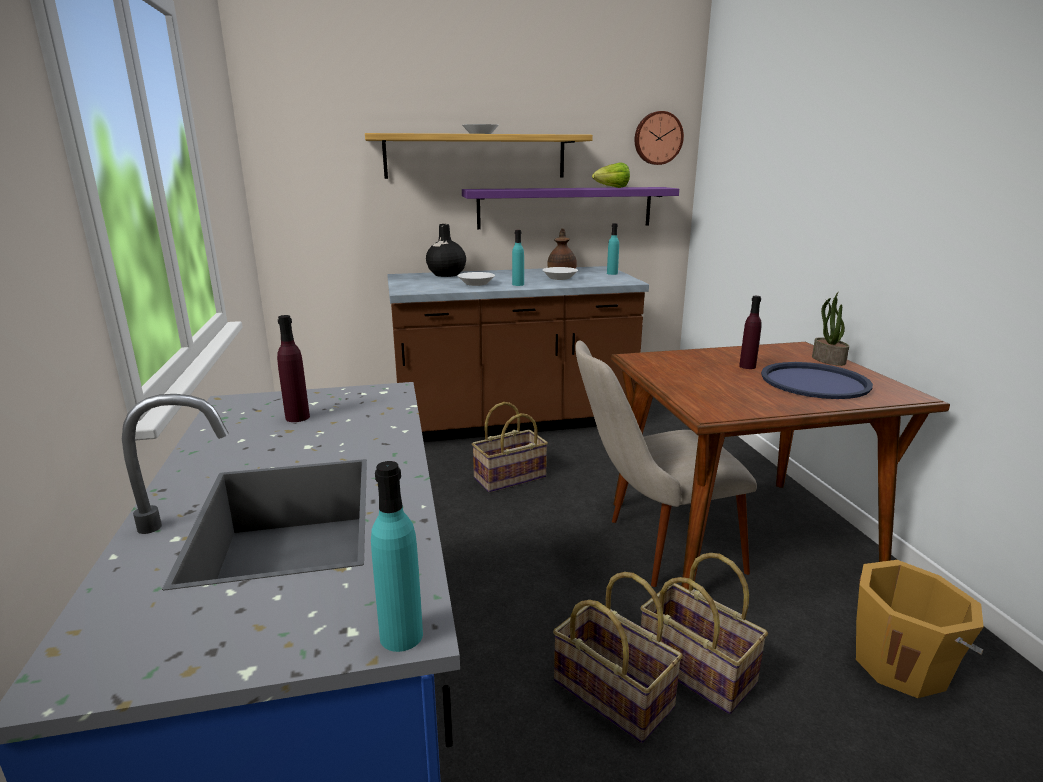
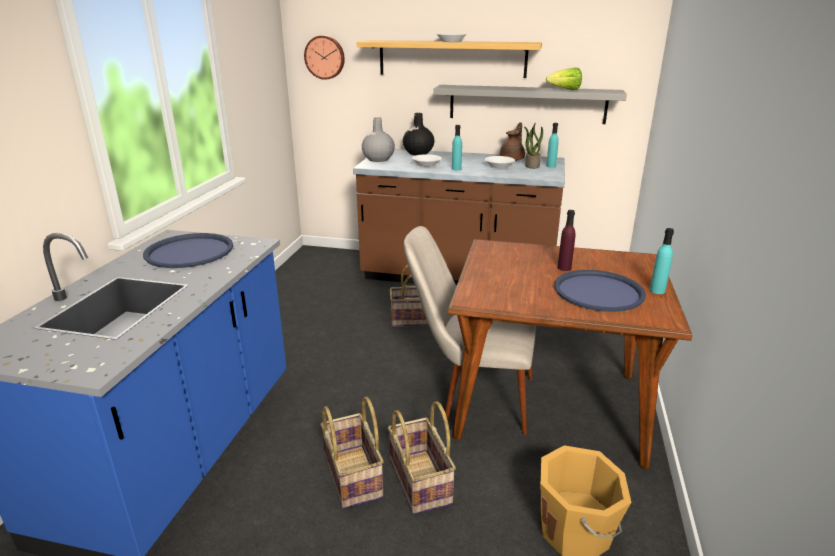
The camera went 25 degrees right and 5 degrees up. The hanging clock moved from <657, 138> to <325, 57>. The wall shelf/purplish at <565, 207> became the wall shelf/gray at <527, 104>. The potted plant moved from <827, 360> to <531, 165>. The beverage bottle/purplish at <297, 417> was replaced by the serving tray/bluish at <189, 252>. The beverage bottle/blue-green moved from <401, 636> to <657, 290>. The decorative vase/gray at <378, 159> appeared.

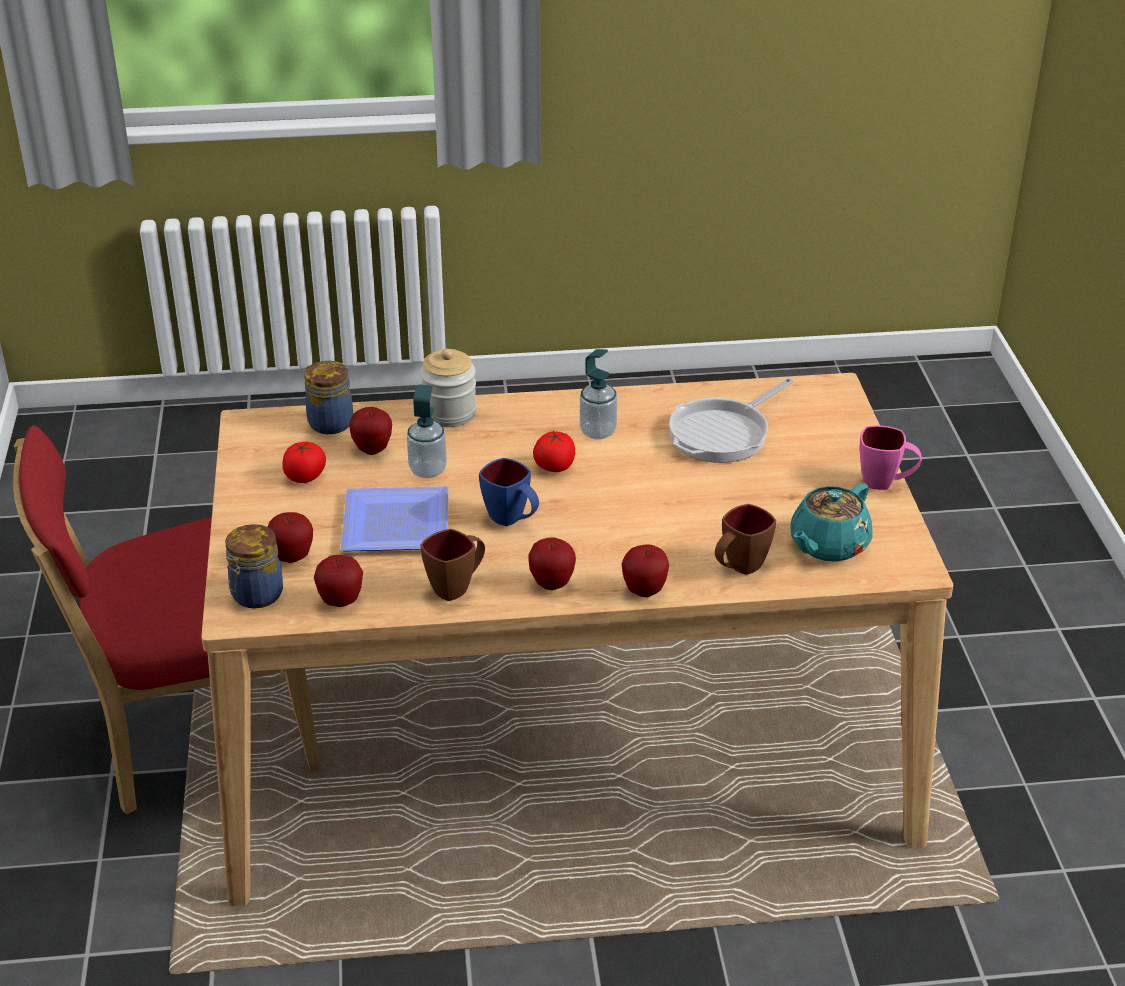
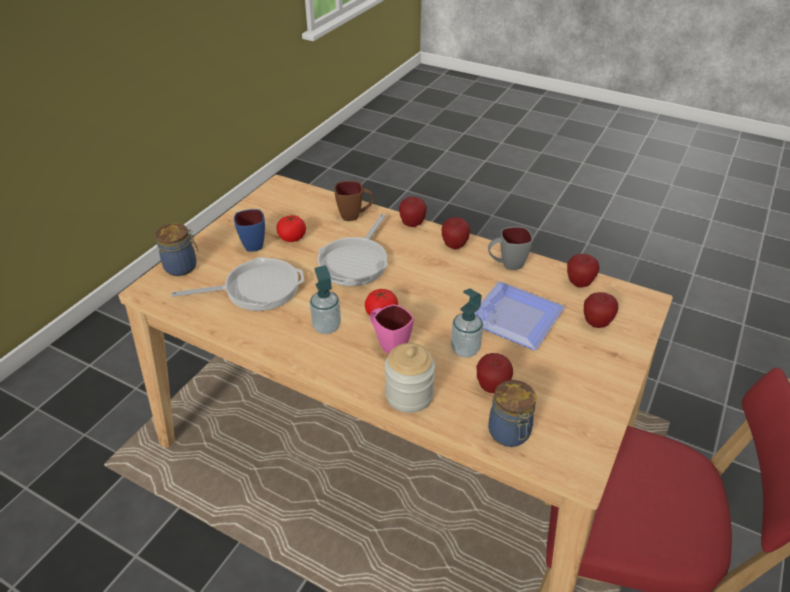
The camera went 145 degrees left and 5 degrees up. The mug/pinkish moved from <886, 483> to <388, 344>. The tomato moved from <305, 476> to <292, 238>. The mug/bluish moved from <512, 520> to <253, 243>. The pot for tea/blue-green at <828, 545> disappeared. The storage jar moved from <255, 595> to <182, 267>. The mug/brownish at <457, 587> became the mug/gray at <506, 265>. The pan at <355, 262> appeared.

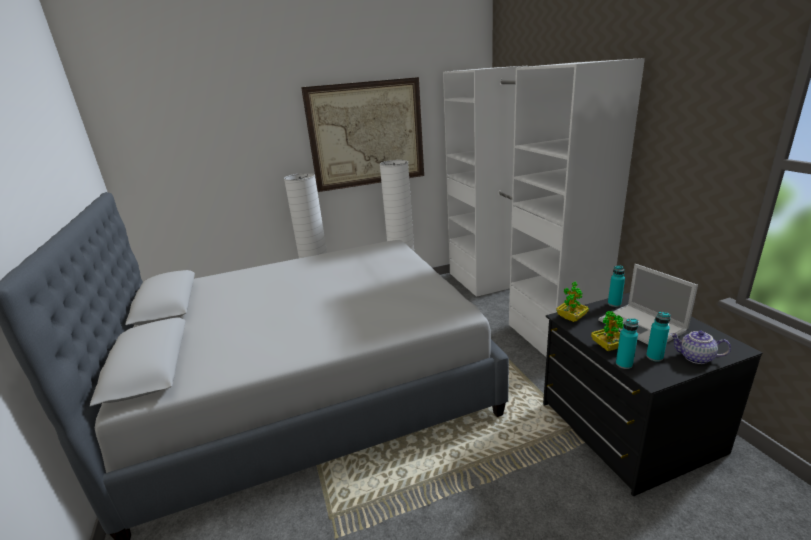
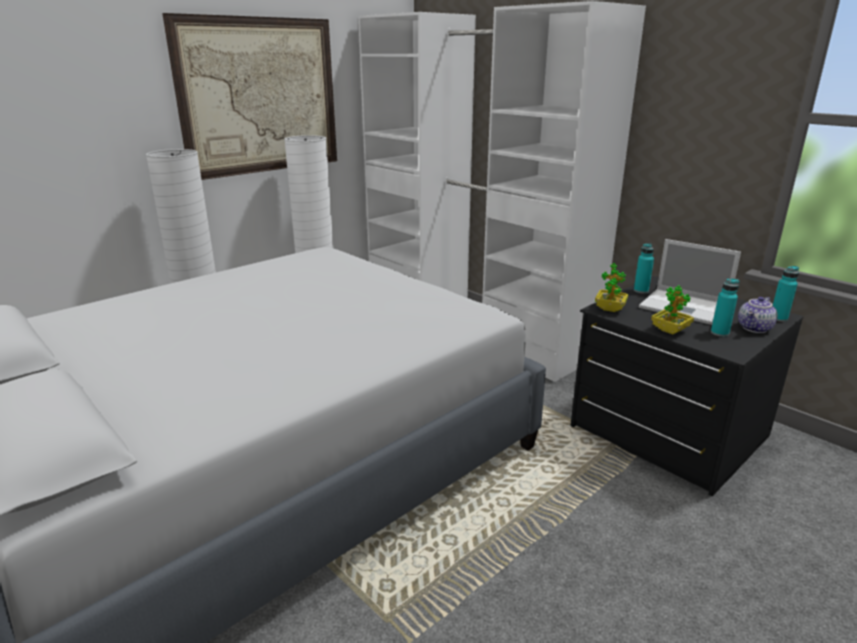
The camera went 25 degrees left and 0 degrees up. The beverage bottle/blue-green moved from <624, 364> to <778, 318>. The pot for tea at <695, 358> turned 45 degrees counterclockwise.

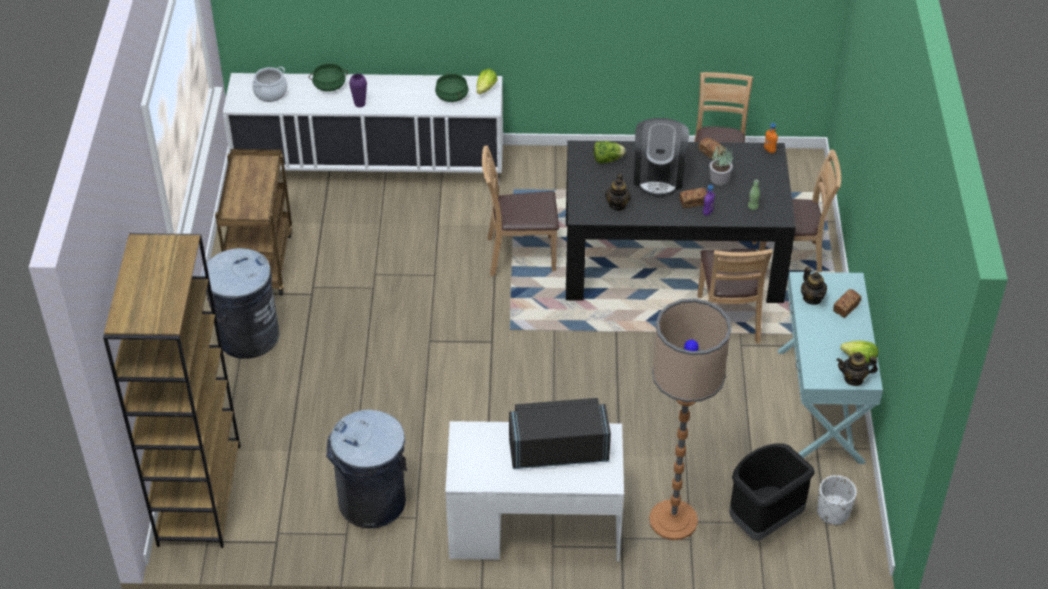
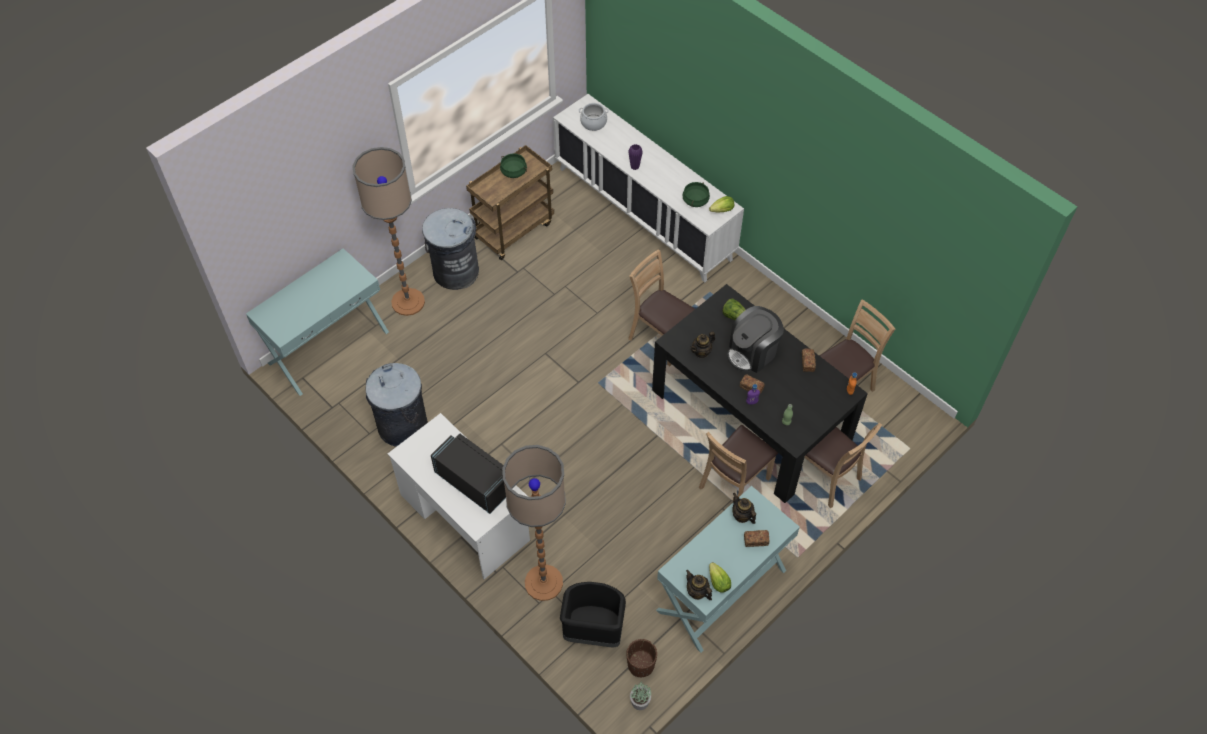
The camera went 45 degrees right and 10 degrees up. The cooking pot/green moved from <329, 85> to <514, 171>. The potted plant moved from <719, 179> to <639, 702>. The bookshelf/brownish at <199, 494> was replaced by the narrow table/blue-green at <328, 347>. The pot for tea at <812, 298> turned 120 degrees clockwise. The flower pot/white at <833, 512> became the flower pot/brownish at <641, 665>. The standing lamp at <408, 302> appeared.

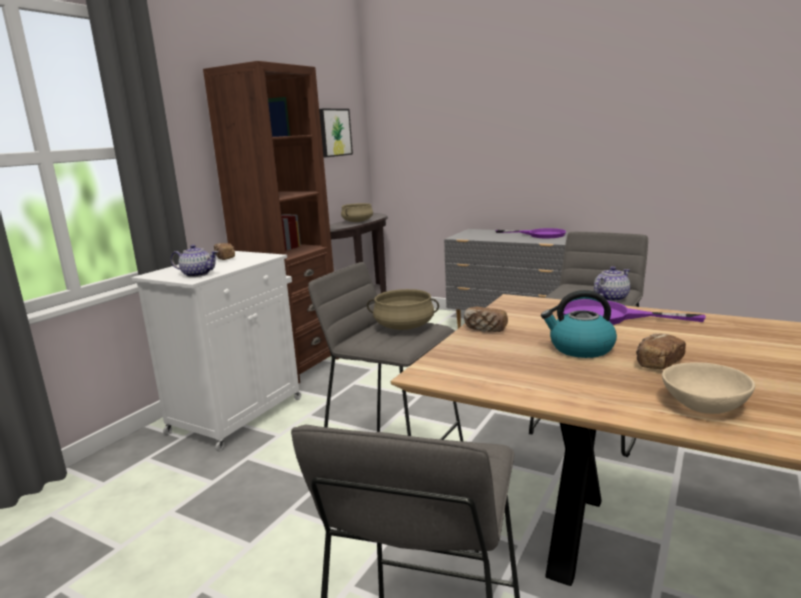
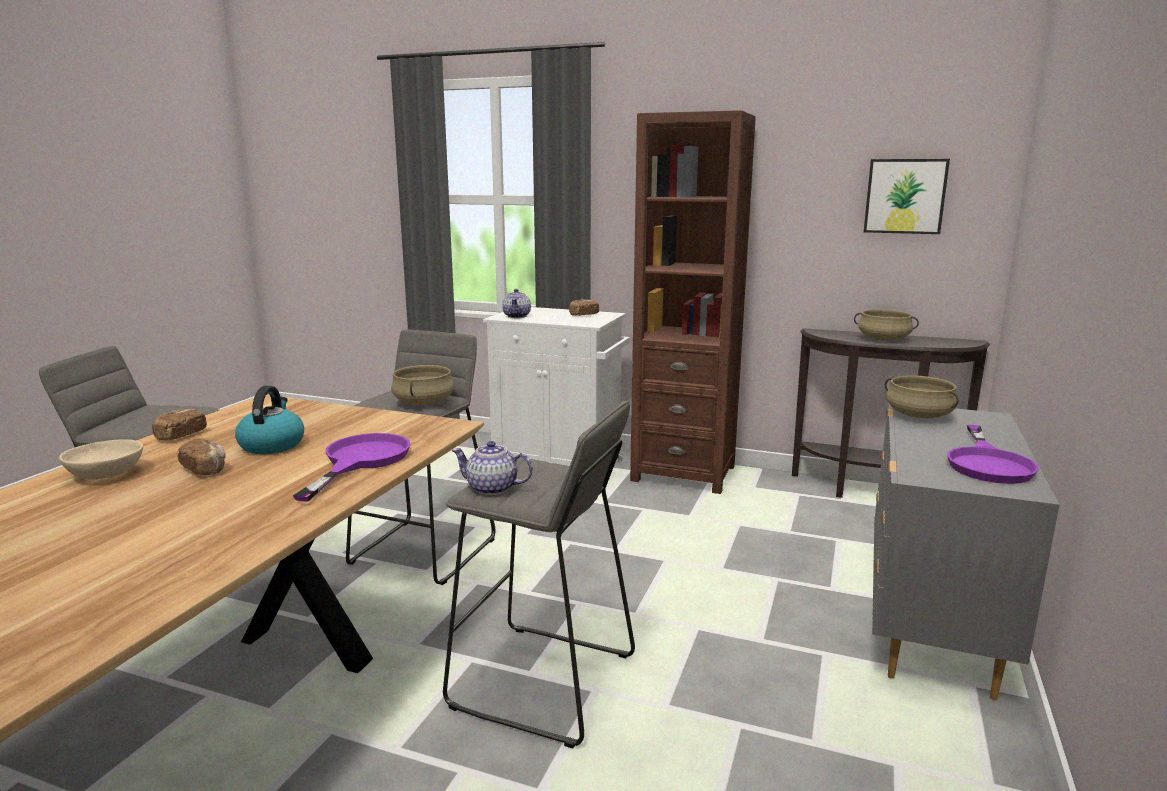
The camera went 80 degrees right and 0 degrees up. The pot for tea at <610, 298> turned 150 degrees clockwise. The baked bread moved from <485, 329> to <180, 435>. The cooking pot/beige-coloured at <918, 415> appeared.

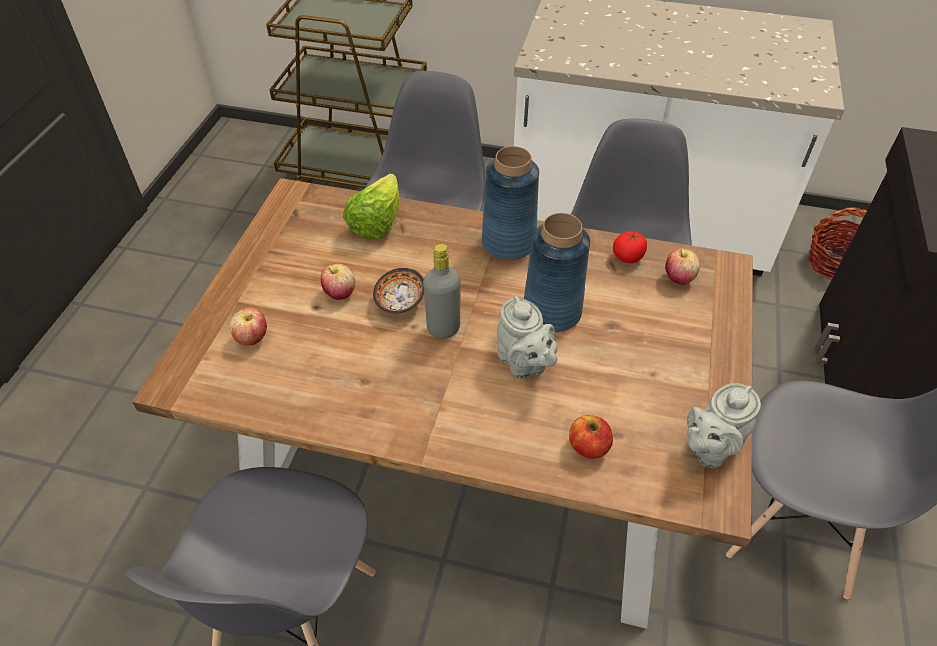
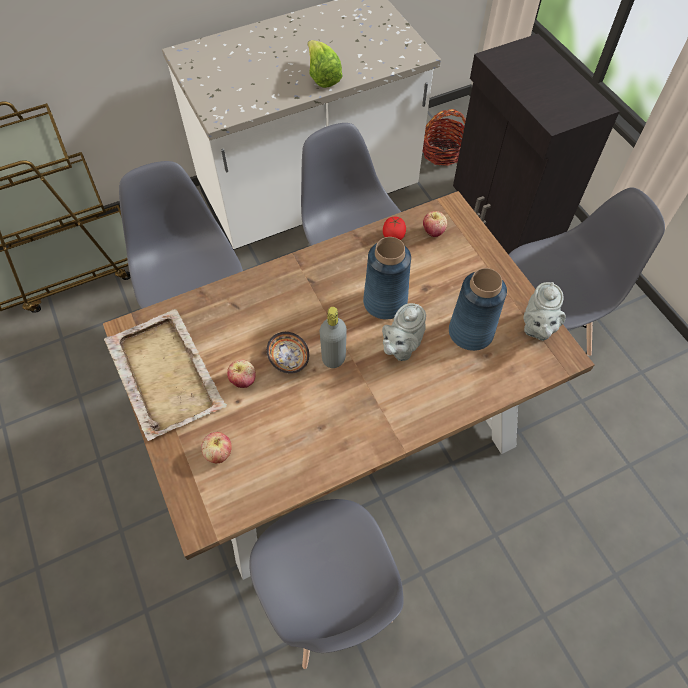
The camera went 40 degrees left and 10 degrees up. The decorative vase/bluish moved from <509, 243> to <471, 332>. The head of lettuce moved from <377, 223> to <322, 77>. The pot for tea/gray at <524, 363> turned 105 degrees clockwise. The apple fruit at <588, 446> disappeared. The serving tray/beige-coloured at <164, 373> appeared.

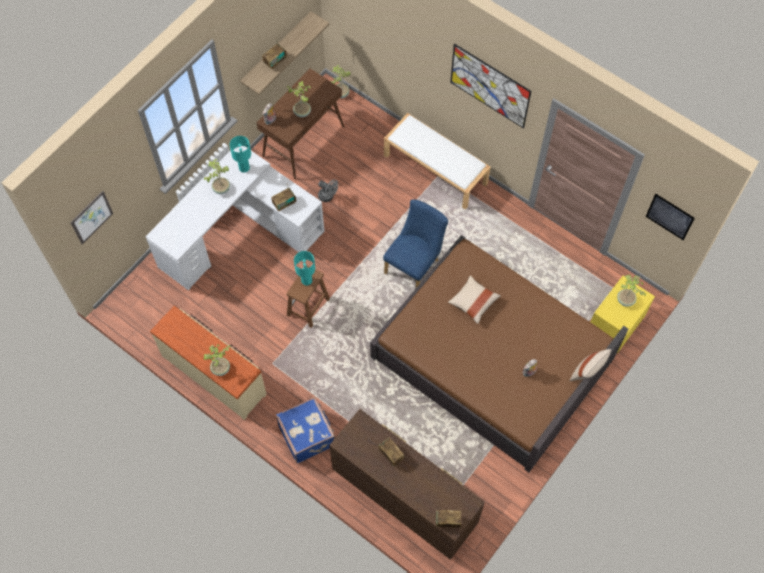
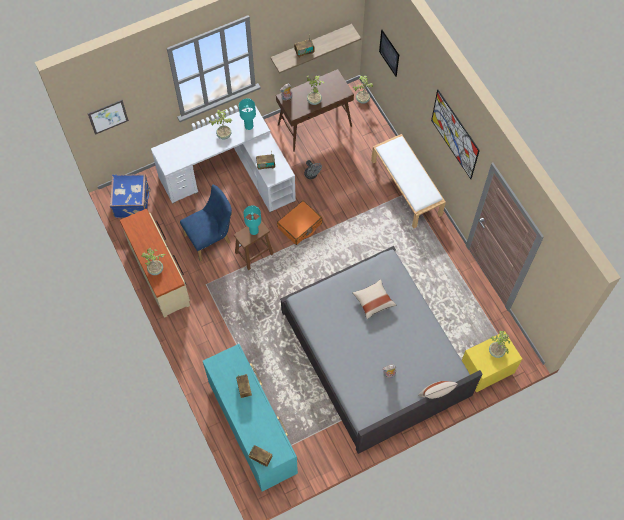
The camera went 25 degrees right and 0 degrees up. The wall picture moved from <670, 216> to <389, 53>. The plain chair/bluish moved from <415, 264> to <211, 238>. The bed/brownish at <492, 358> became the bed/gray at <375, 353>. The suitcase/bluish moved from <307, 434> to <132, 202>. The drawer chest/brownish at <404, 496> became the drawer chest/blue-green at <252, 428>. The suitcase/orangey at <300, 226> appeared.

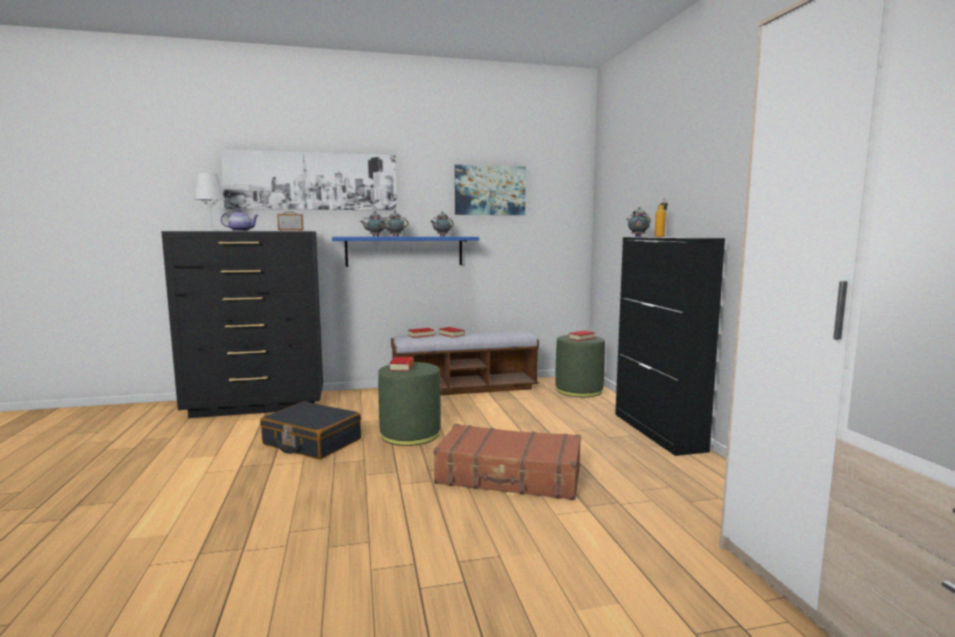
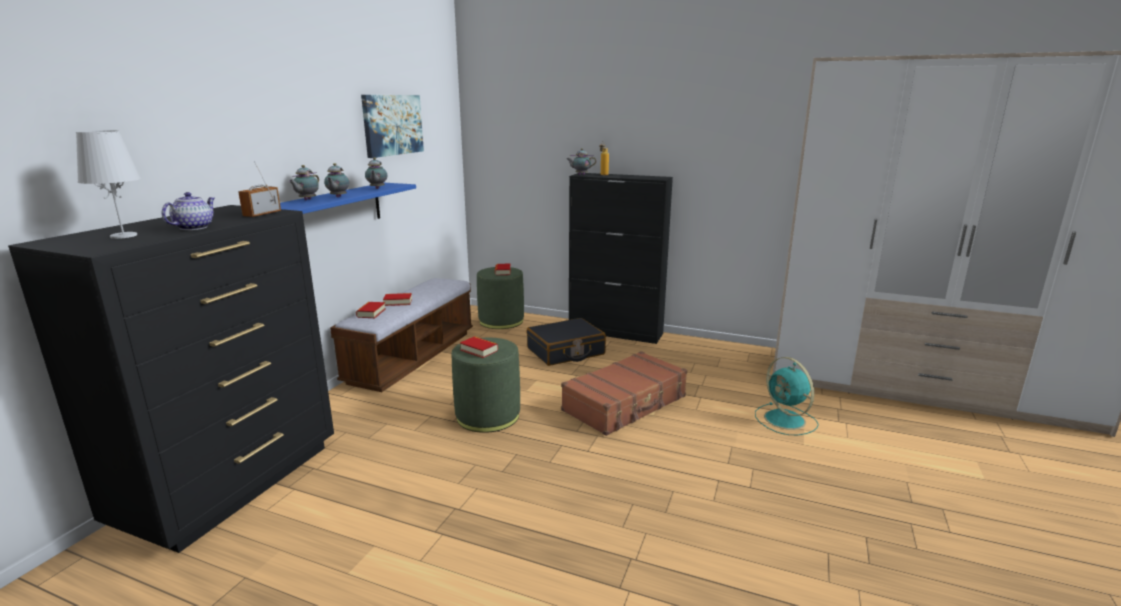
The camera went 55 degrees left and 10 degrees up. The wall picture at <312, 181> disappeared. The suitcase/black moved from <311, 442> to <565, 352>. The electric fan/blue-green at <786, 420> appeared.

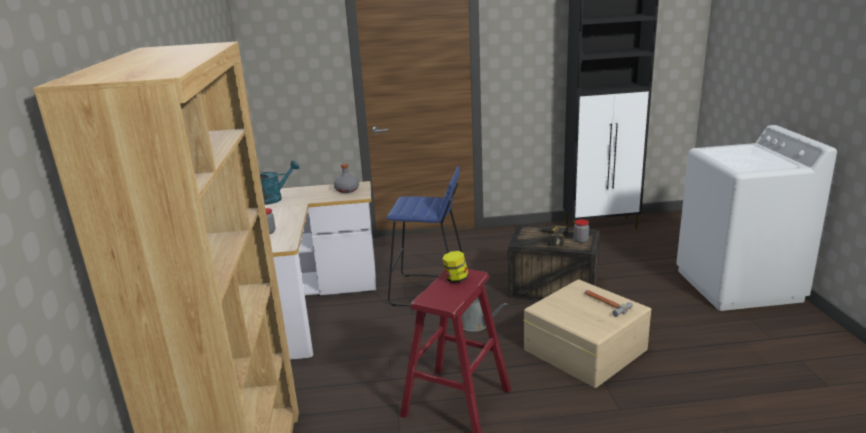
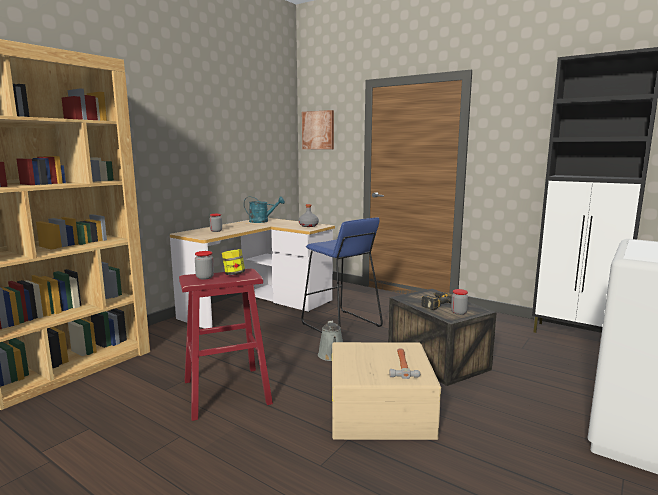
The camera went 40 degrees right and 10 degrees down. The wall picture at <318, 130> appeared. The storage jar at <205, 277> appeared.

